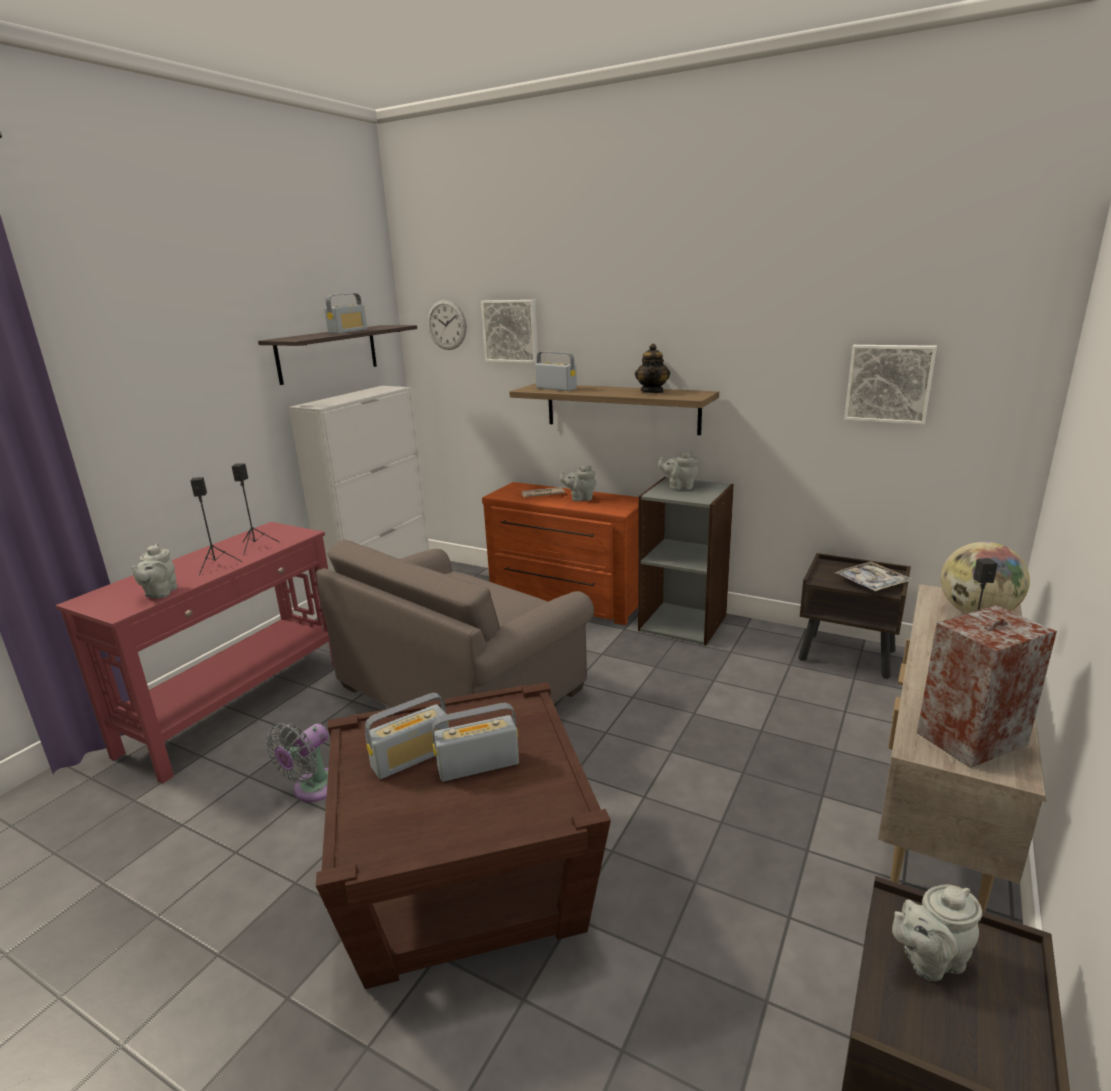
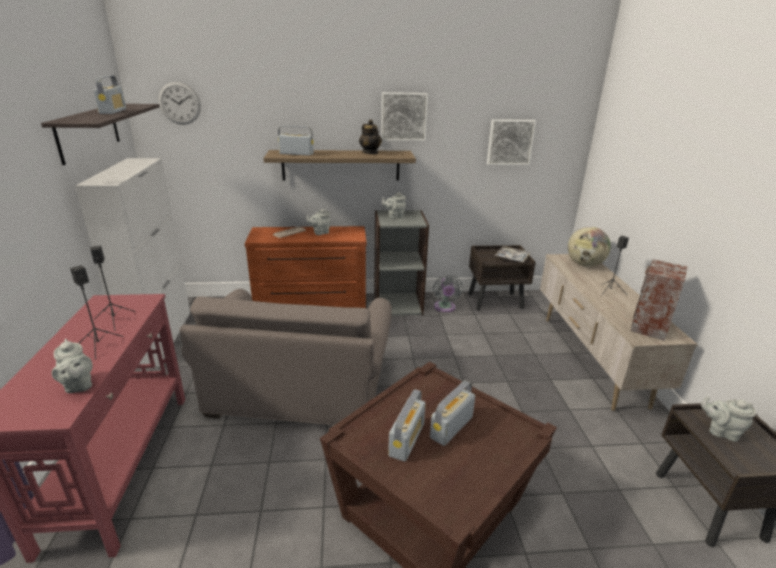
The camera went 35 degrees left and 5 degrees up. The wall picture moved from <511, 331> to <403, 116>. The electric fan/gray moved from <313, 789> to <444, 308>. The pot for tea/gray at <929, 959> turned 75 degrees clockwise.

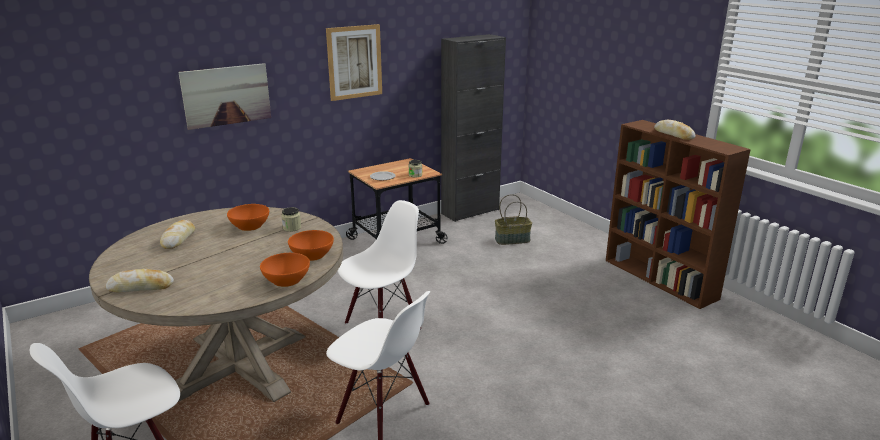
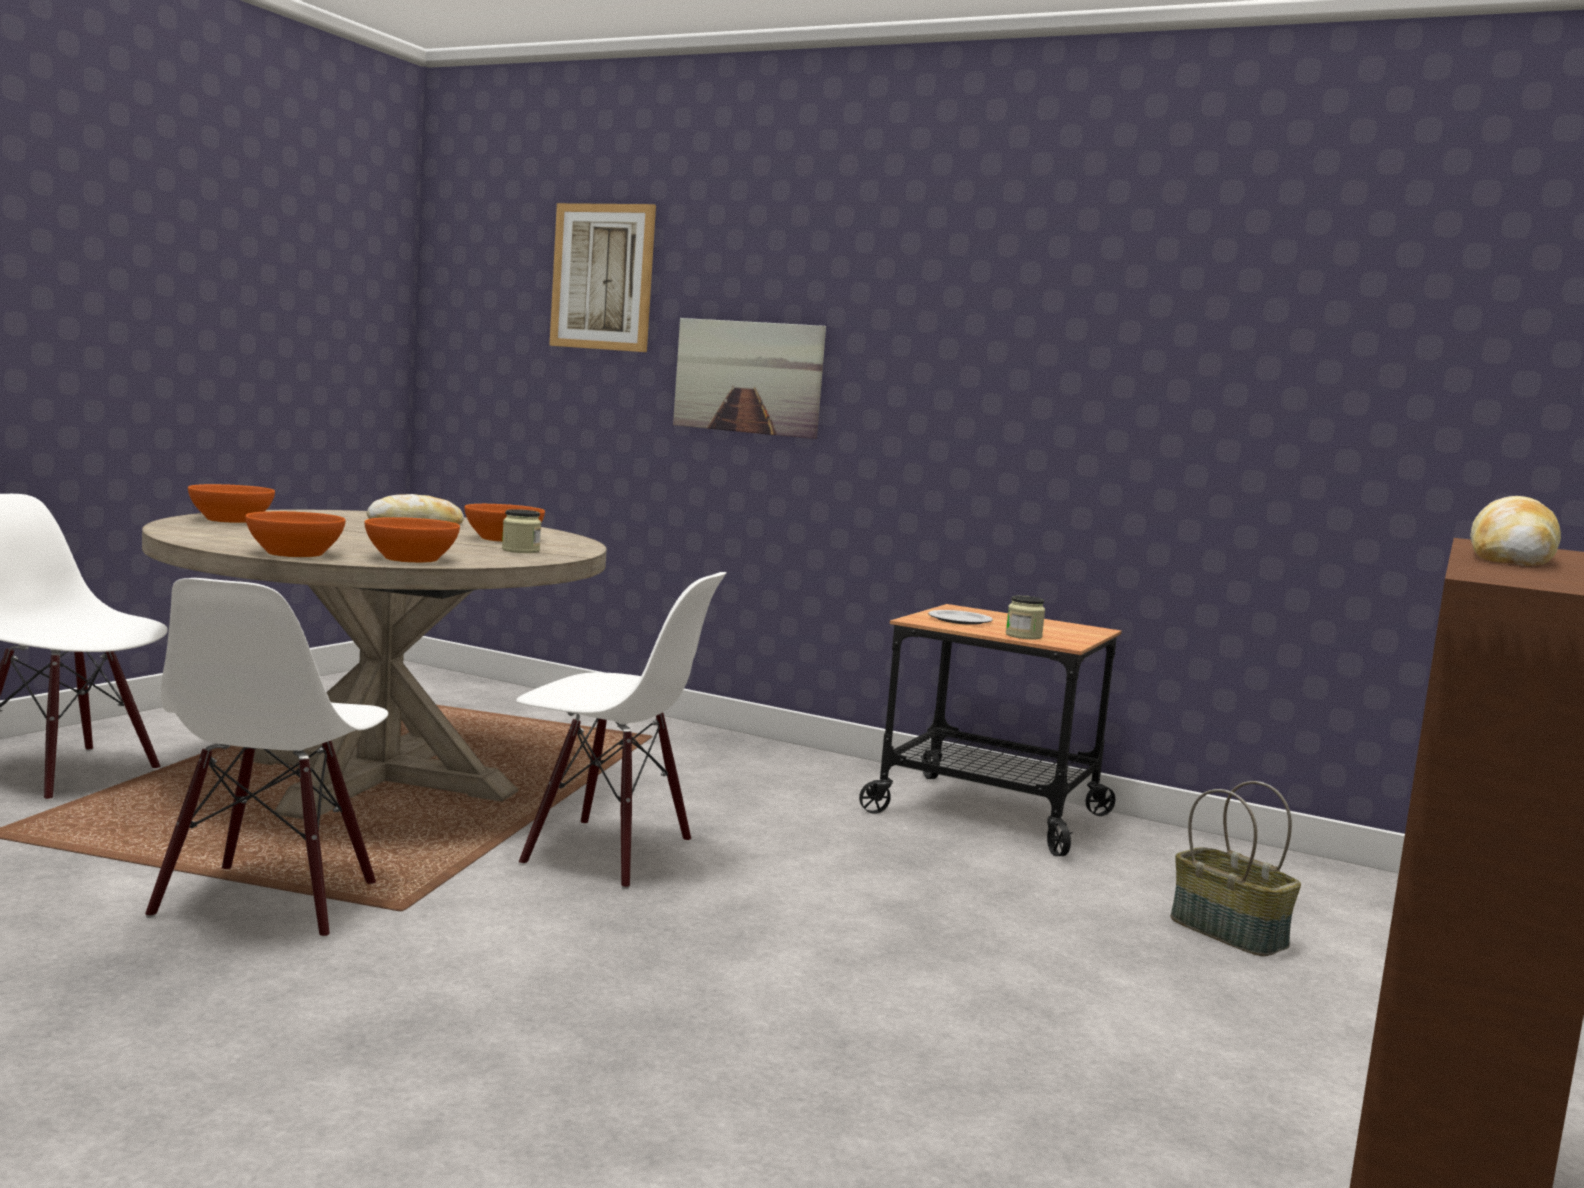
The camera went 60 degrees right and 15 degrees down. The wall picture moved from <354, 62> to <602, 277>. The cabinet/black at <470, 211> disappeared. The baked bread at <141, 287> was replaced by the deep dish/orangey at <231, 520>.

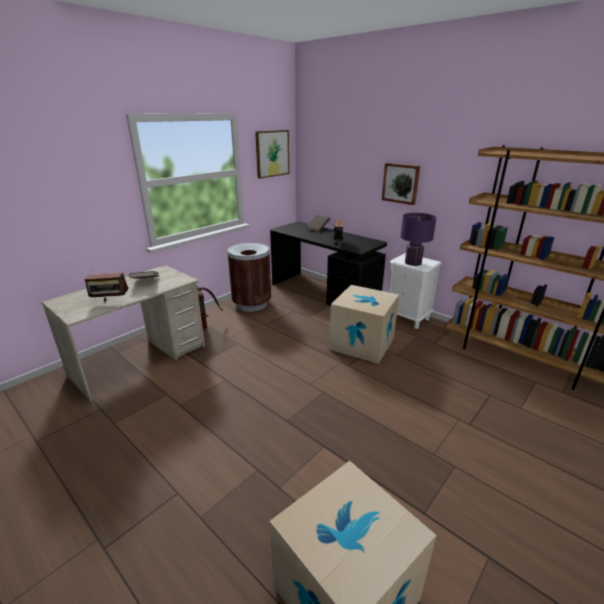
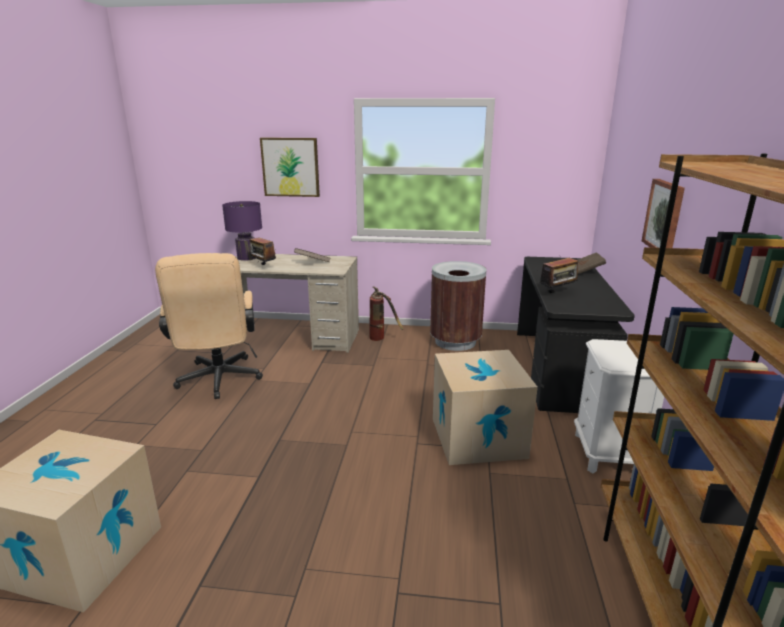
The camera went 55 degrees right and 5 degrees down. The wall picture moved from <272, 153> to <290, 167>. The tabletop lamp/purplish moved from <413, 262> to <247, 258>. The computer chair/beige-coloured at <219, 381> appeared.

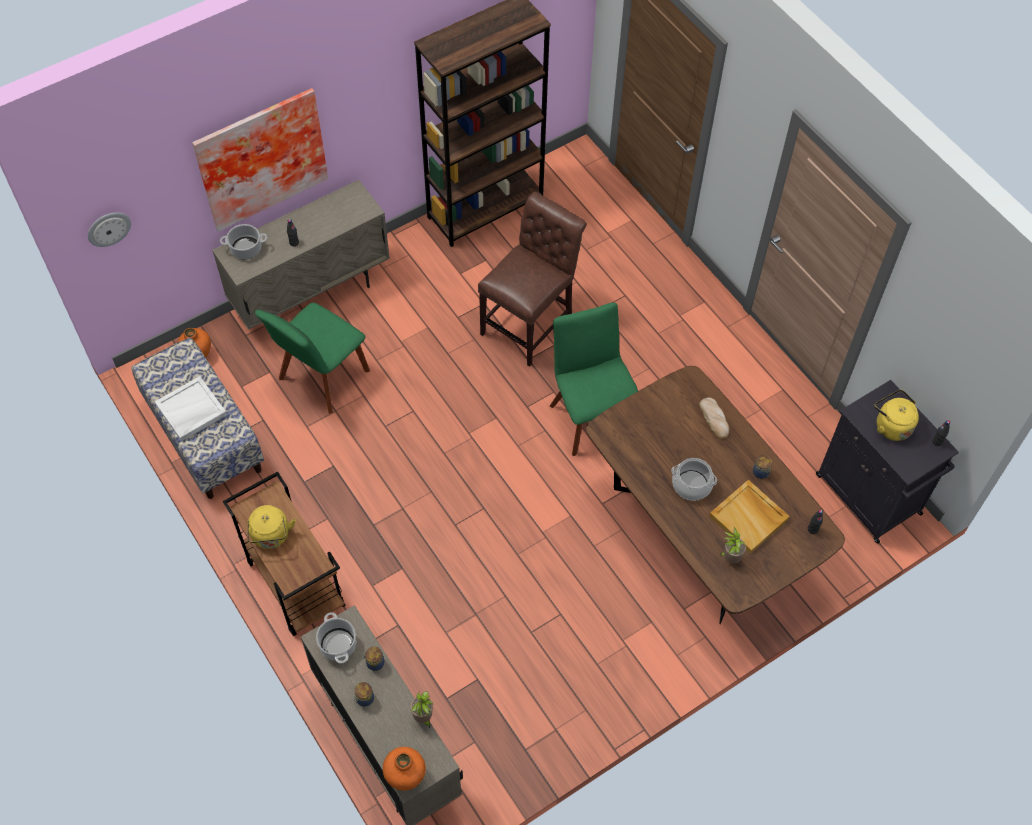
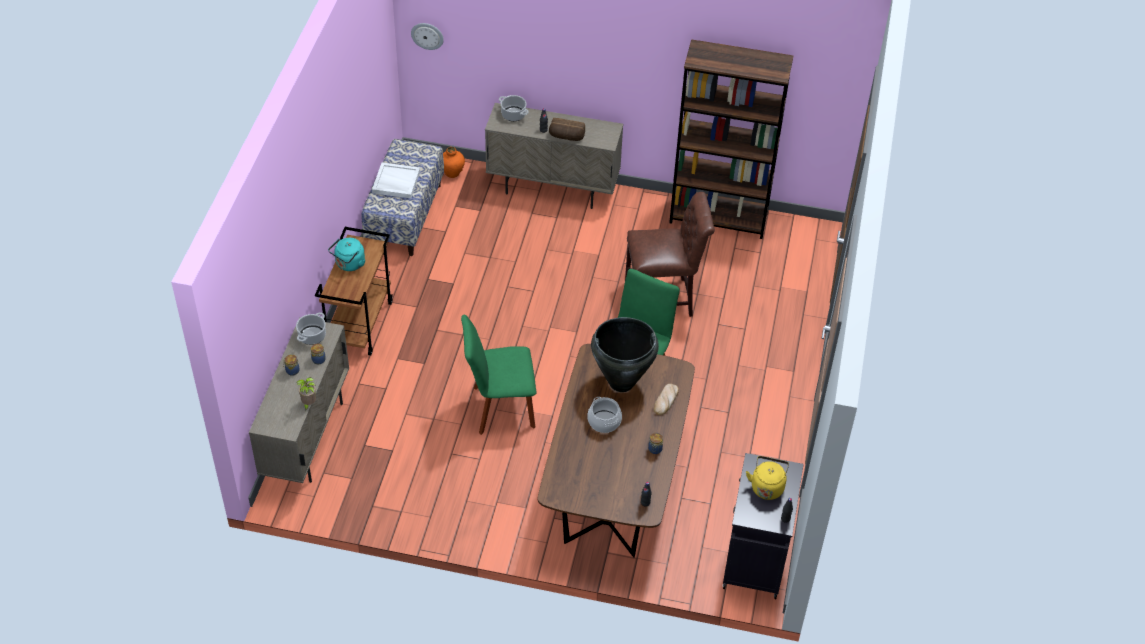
The camera went 45 degrees right and 10 degrees down. The wall picture at <260, 157> disappeared. The plain chair/green moved from <321, 378> to <499, 408>. The serving tray/beige-coloured at <749, 518> disappeared. The tea kettle/yellow-coloured at <271, 537> became the tea kettle/blue-green at <349, 264>. The potted plant at <730, 558> disappeared. The decorative vase/orangey at <405, 776> disappeared. The baked bread at <566, 137> appeared. The decorative vase/black at <621, 382> appeared.

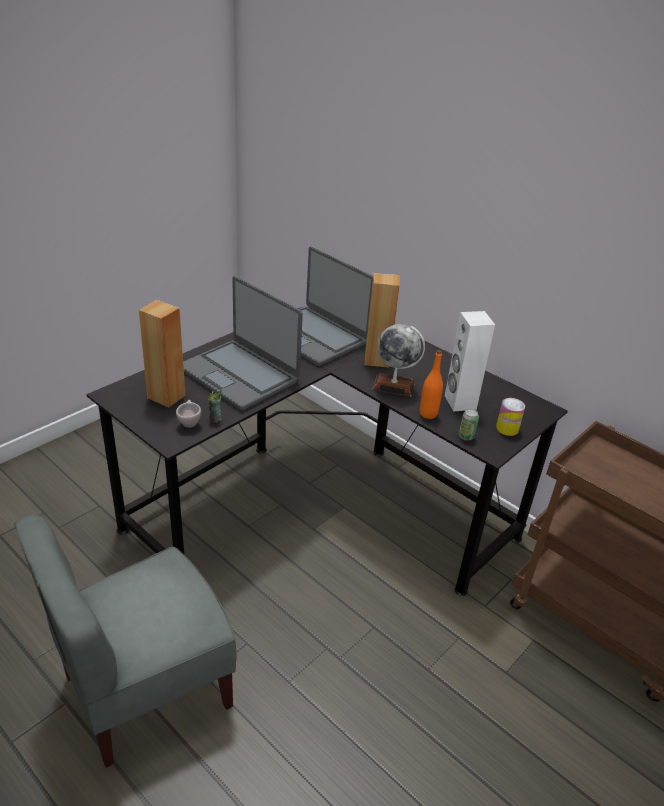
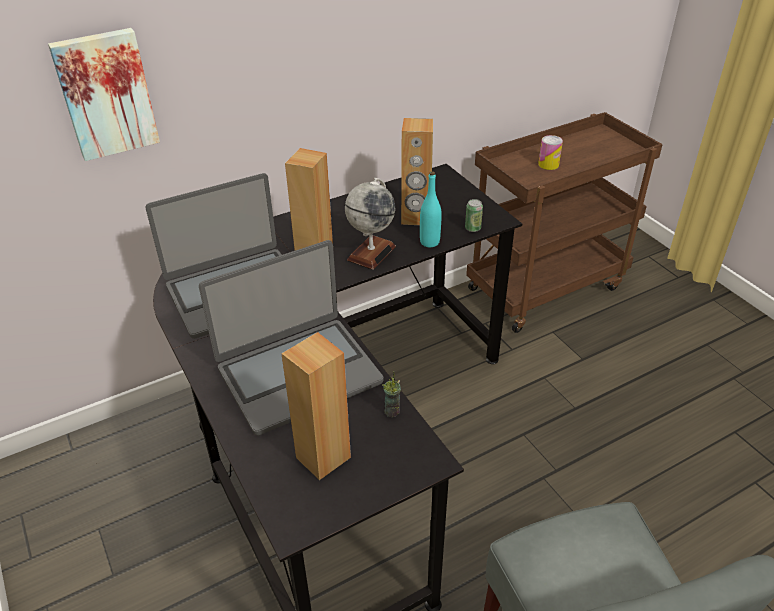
The camera went 70 degrees left and 5 degrees up. The loudspeaker/white at <459, 402> became the loudspeaker/brownish at <416, 218>. The beverage bottle/orangey at <428, 414> became the beverage bottle/blue-green at <429, 242>. The metal can moved from <507, 428> to <548, 164>. The small cup/beige-coloured at <189, 423> disappeared. The wall picture at <106, 94> appeared.

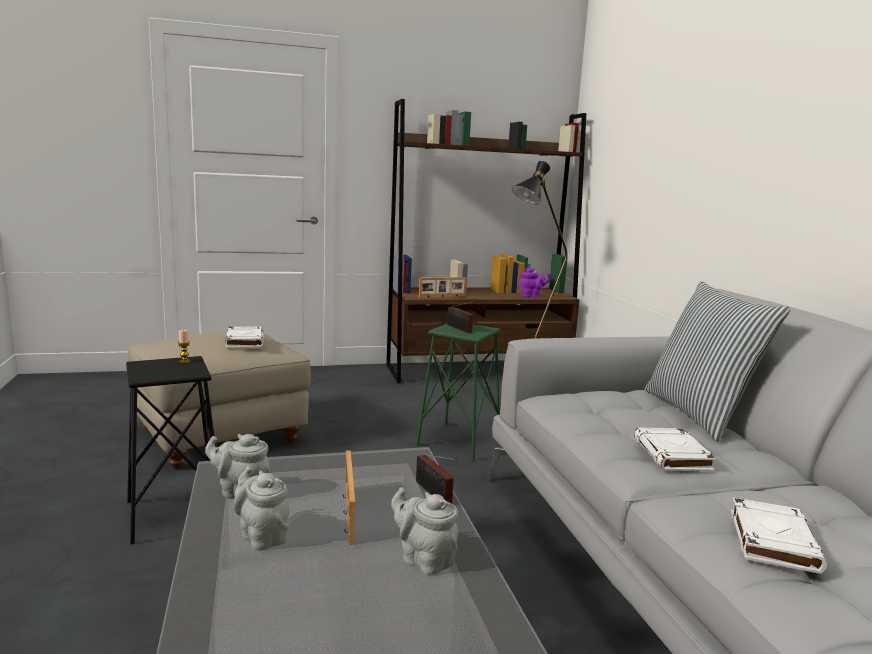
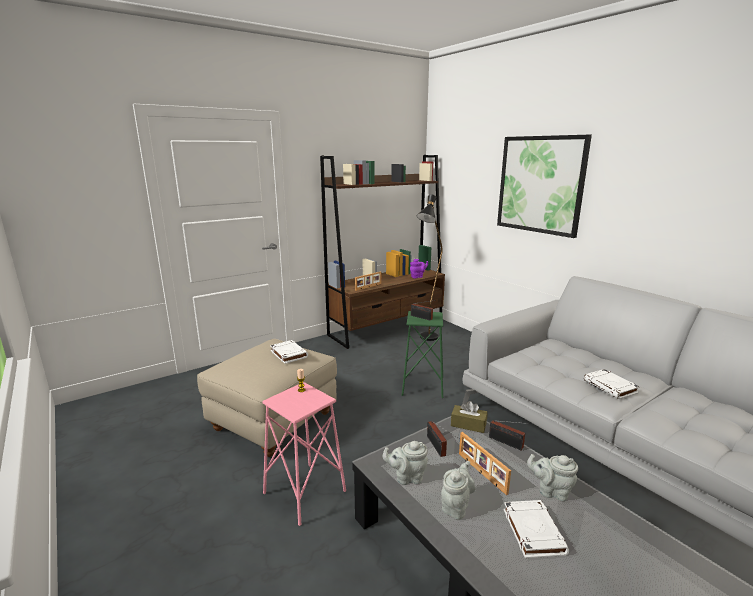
The camera went 20 degrees left and 5 degrees up. The cushion at <699, 414> disappeared. The stool/black at <175, 513> became the stool/pinkish at <304, 492>. The pot for tea/gray at <262, 536> turned 90 degrees clockwise. The volume/white moved from <772, 540> to <533, 531>. The wall picture at <540, 184> appeared. The tissue holder/brownish at <468, 424> appeared. The radio receiver at <436, 447> appeared.

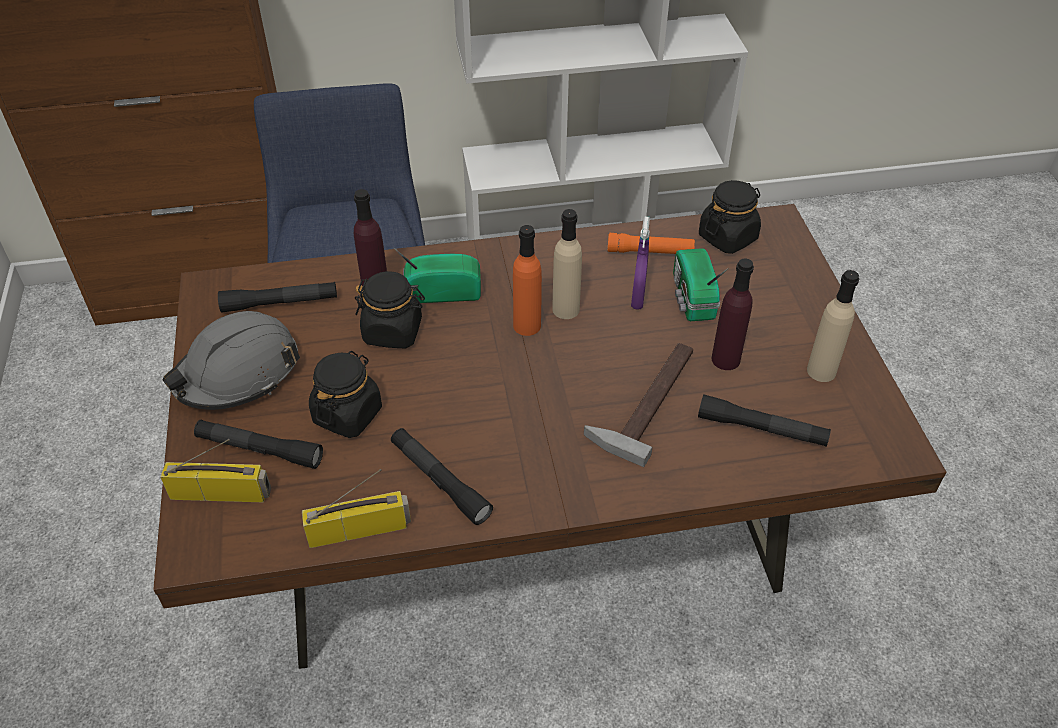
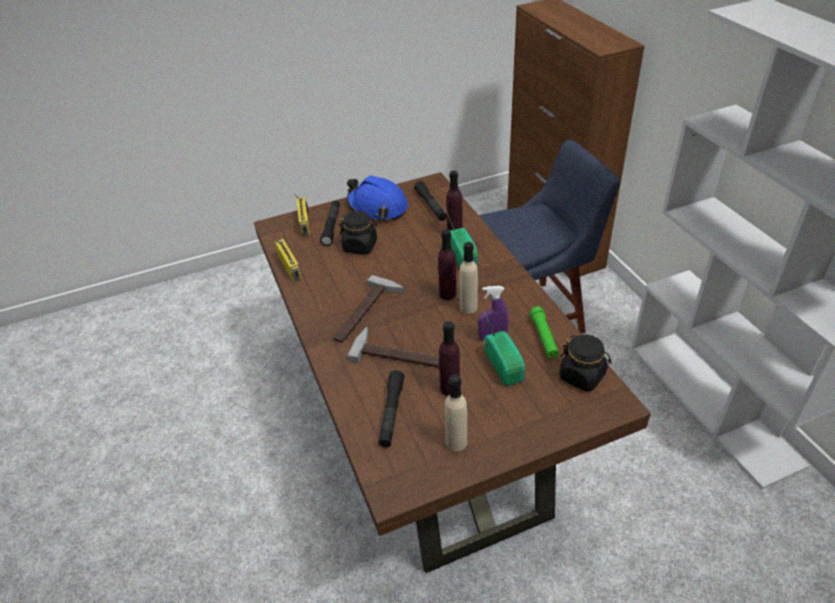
The camera went 80 degrees right and 5 degrees down. The beverage bottle/orangey at <527, 325> became the beverage bottle/purplish at <447, 294>. The torch/orangey at <650, 251> became the torch/green at <544, 337>. The radio receiver at <692, 298> turned 90 degrees clockwise. The storage jar/black at <393, 331> disappeared. The safety helmet/gray at <238, 374> became the safety helmet/bluish at <377, 207>. The torch/black at <440, 481> disappeared. The tool hammer at <366, 313> appeared.

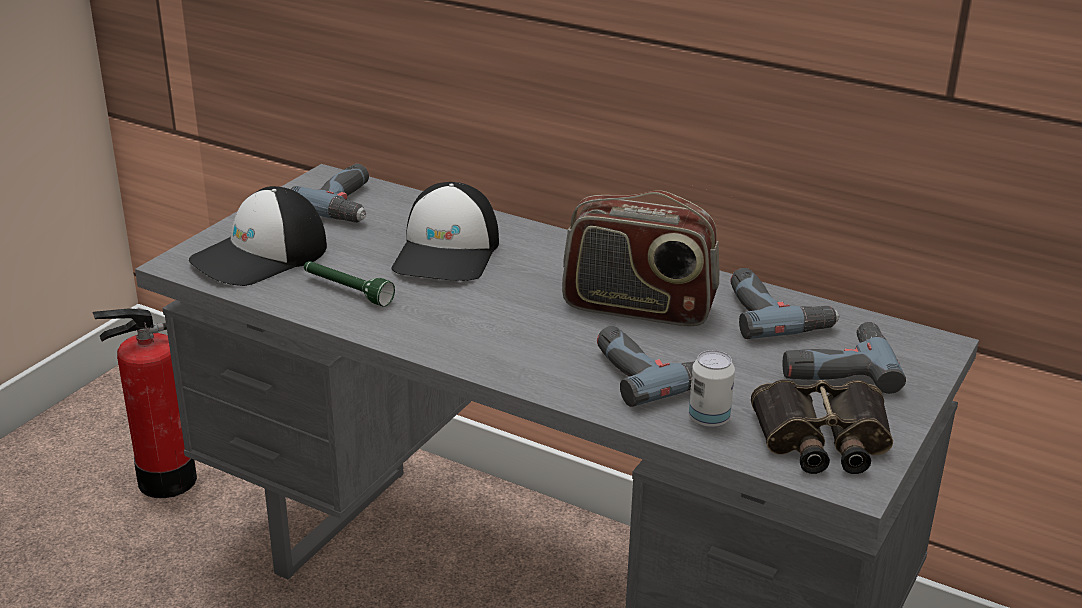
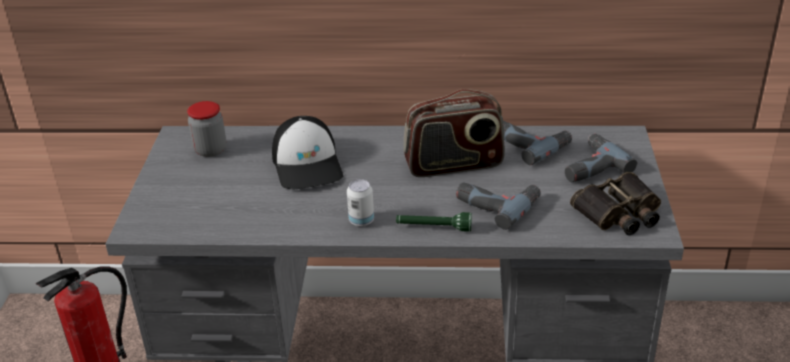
The camera went 25 degrees left and 5 degrees up. The electric drill at <348, 204> was replaced by the storage jar at <210, 150>. The peaked cap at <261, 256> disappeared. The torch/green moved from <347, 291> to <433, 228>. The metal can moved from <708, 419> to <361, 221>.

